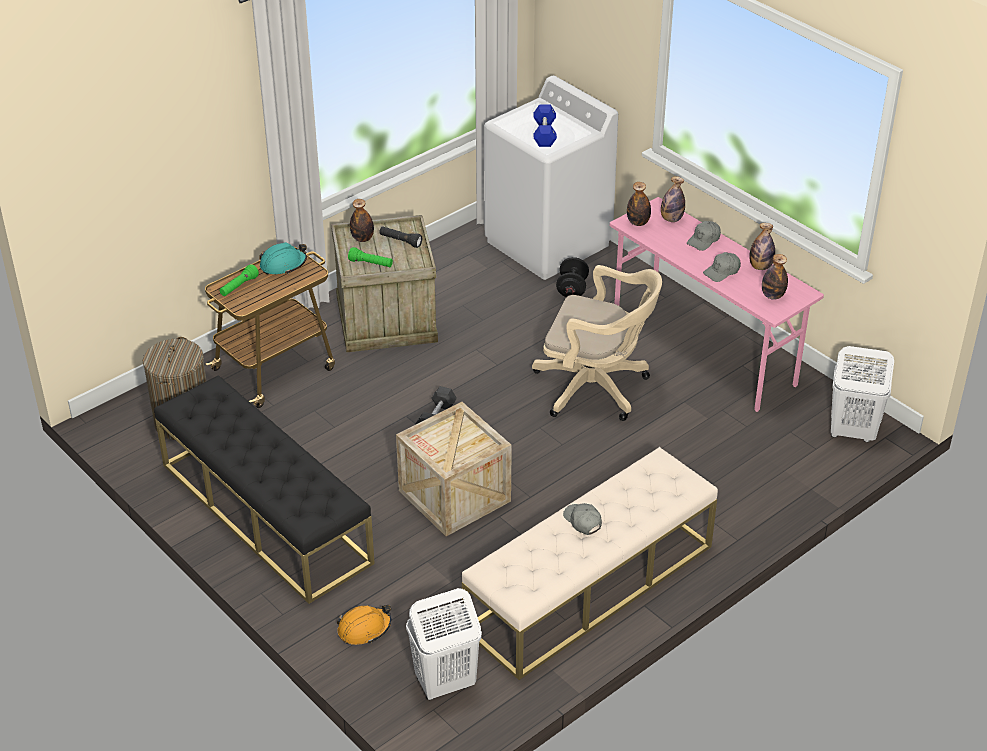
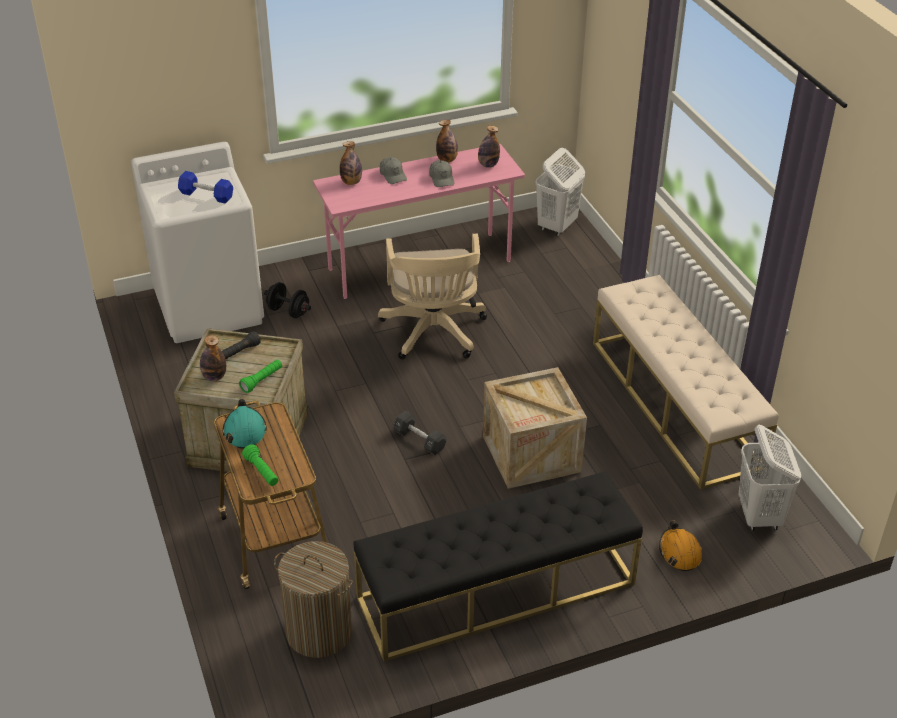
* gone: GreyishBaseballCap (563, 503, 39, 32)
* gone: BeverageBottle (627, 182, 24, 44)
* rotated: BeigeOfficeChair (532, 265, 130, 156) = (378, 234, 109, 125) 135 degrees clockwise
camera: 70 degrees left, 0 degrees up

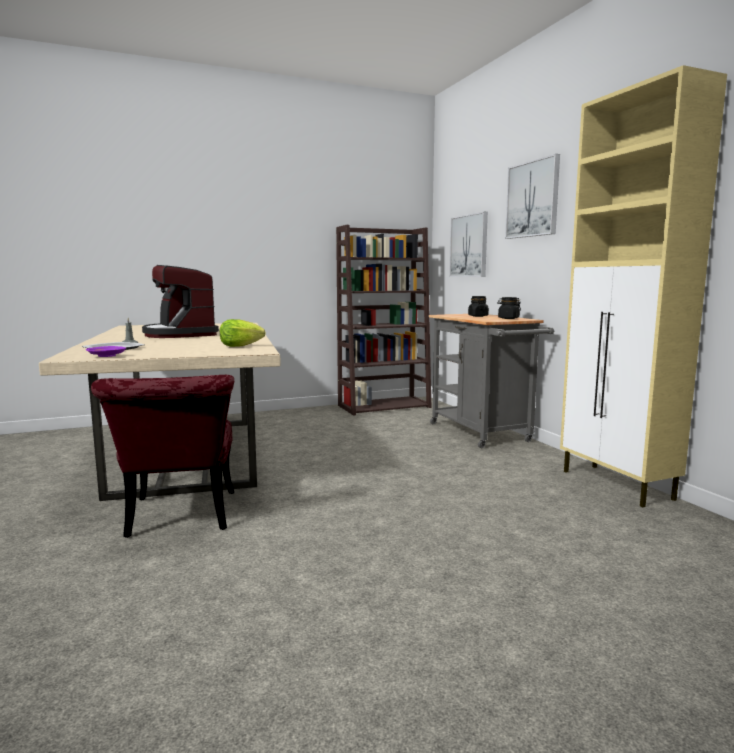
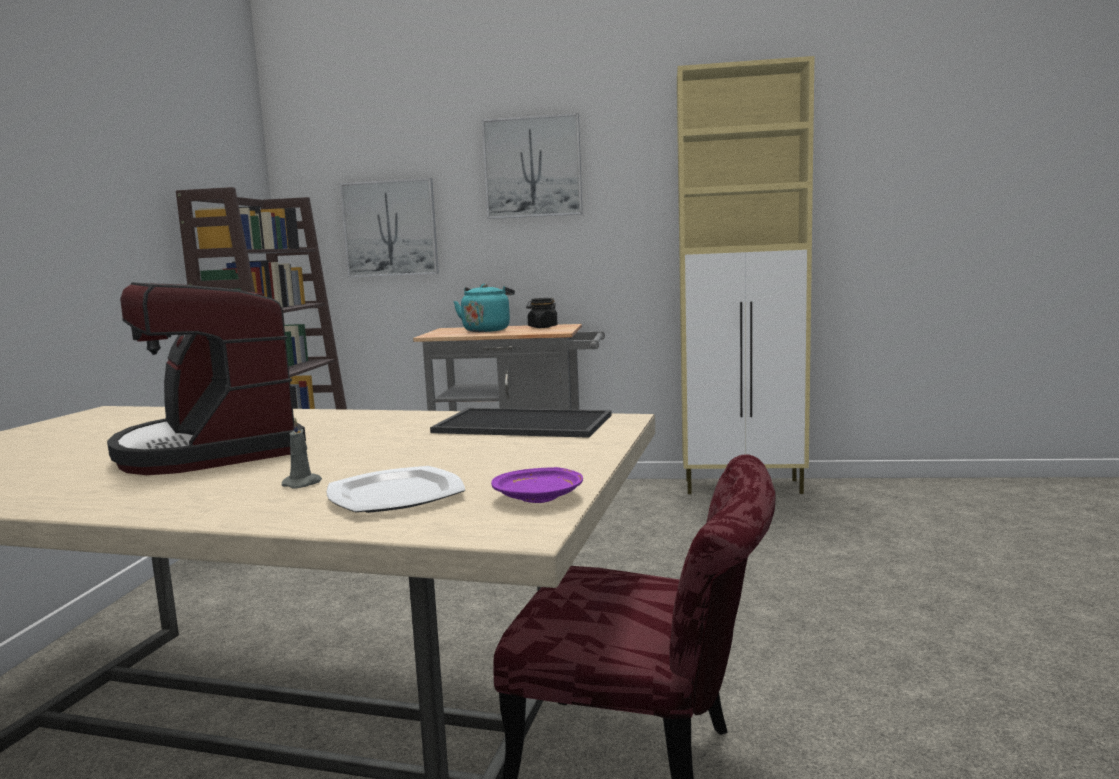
* swapped: LettuceHead (220, 319, 46, 28) to CarryingTray (430, 408, 182, 30)
* swapped: BlackStorageJar (468, 296, 21, 21) to BlueGreenWaterKettle (453, 284, 62, 48)
* rotated: CoffeeBrewer (142, 265, 77, 73) = (107, 282, 199, 193) 60 degrees clockwise
camera: 60 degrees left, 0 degrees up

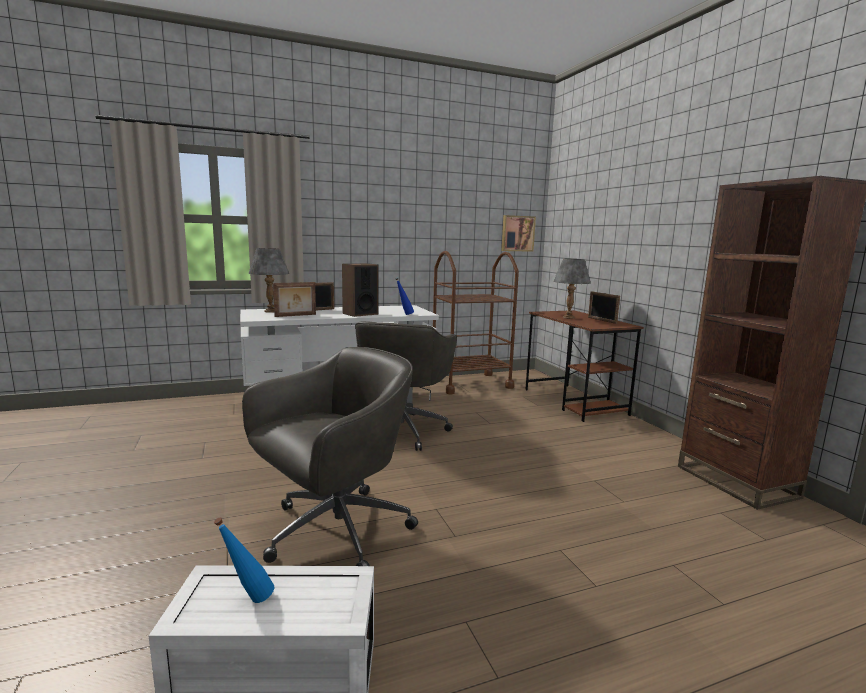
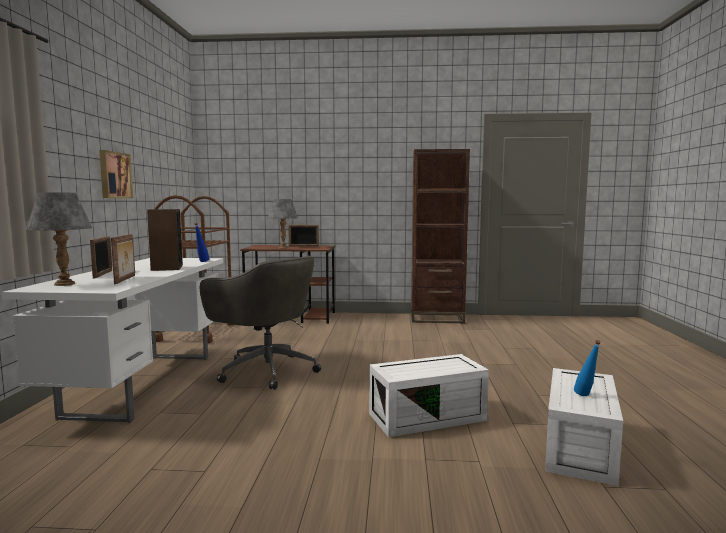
* shifted: Picture (501, 215, 35, 37) to (99, 150, 34, 48)
* swapped: GreyishOfficeChair (242, 347, 176, 219) to WhiteColouredStorageBox (369, 354, 120, 83)
camera: 65 degrees left, 5 degrees down

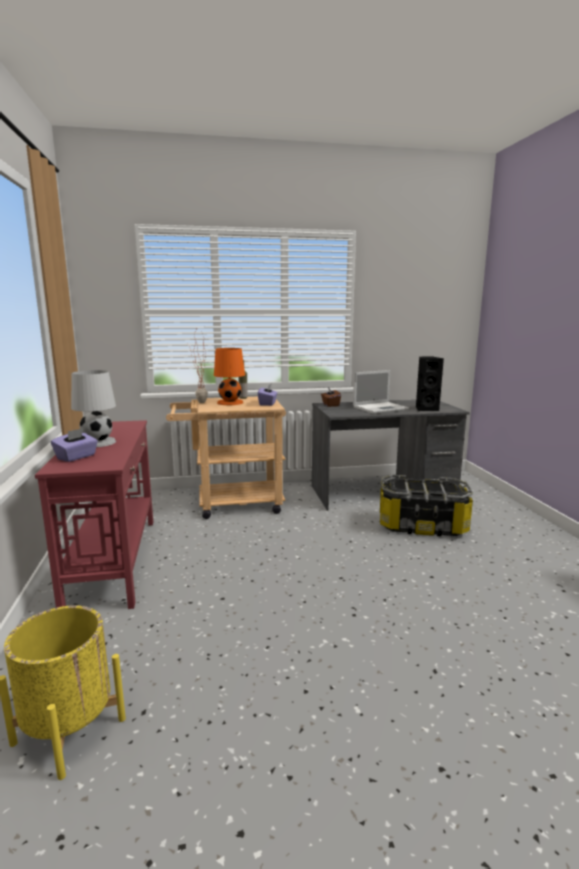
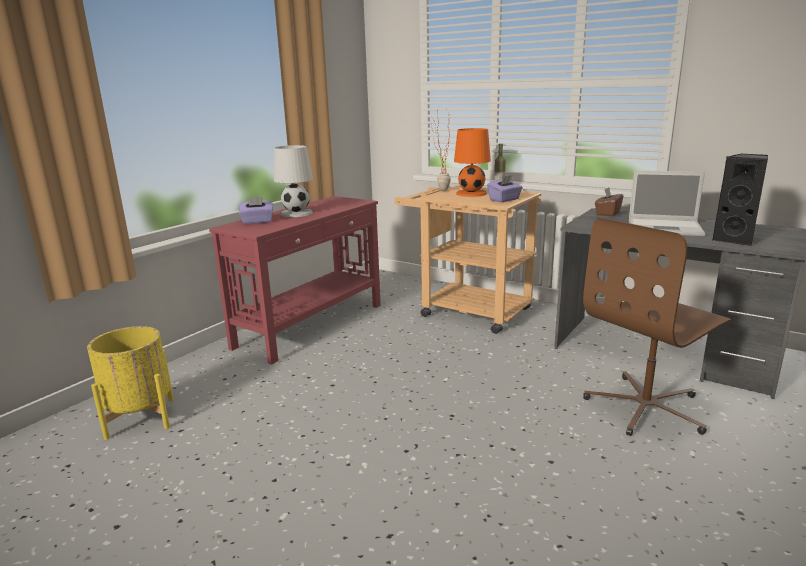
* swapped: StorageBox (380, 475, 93, 61) to BrownOfficeChair (583, 218, 148, 218)
camera: 45 degrees right, 5 degrees up

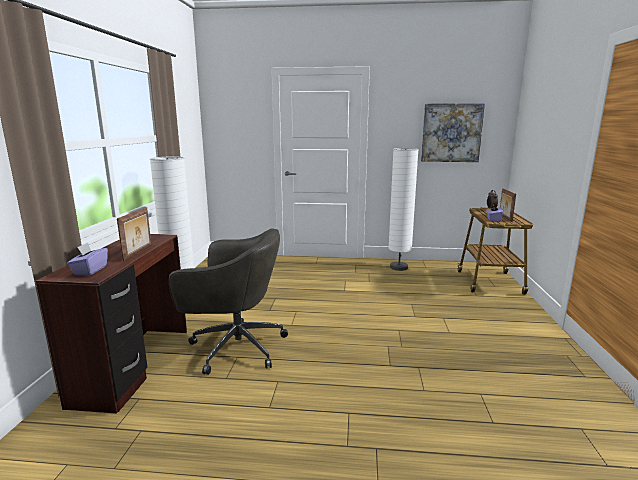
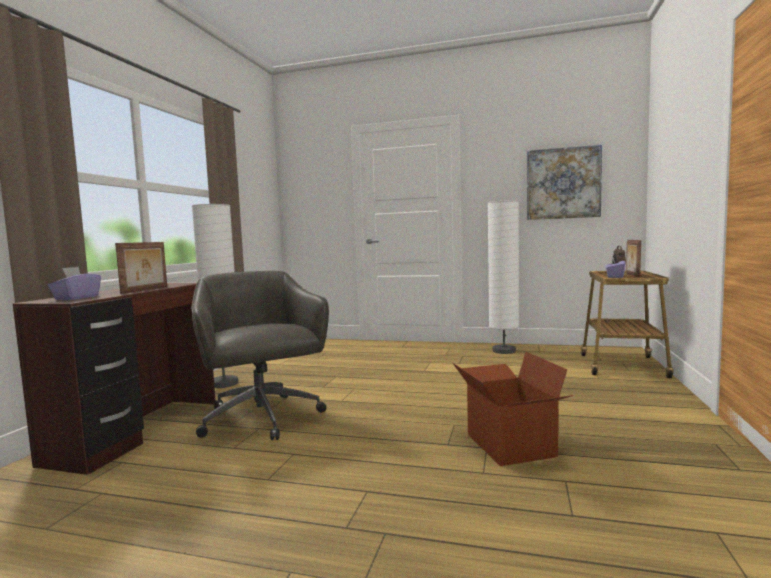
* new: PackingBox (452, 352, 122, 114)
* rotated: GreyishOfficeChair (169, 228, 119, 147) = (191, 271, 138, 169) 135 degrees counterclockwise
camera: 10 degrees right, 10 degrees down

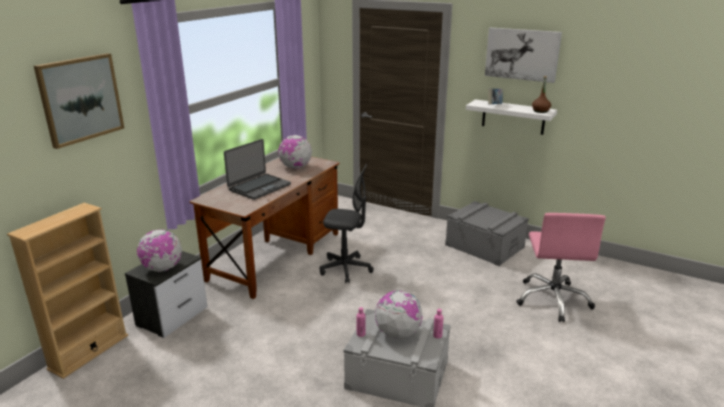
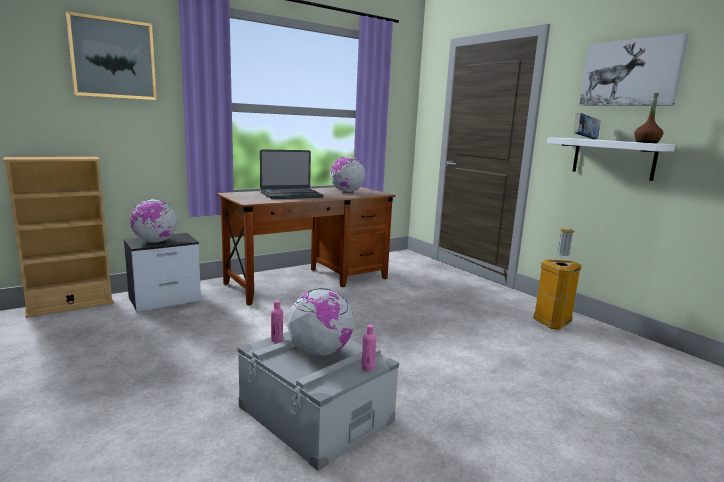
* gone: GreyishOfficeChair (320, 164, 54, 119)
* gone: PinkishOfficeChair (516, 213, 90, 109)
* swapped: GreyishStorageBox (445, 201, 84, 65) to WasteBin (533, 228, 49, 102)
camera: 25 degrees right, 10 degrees down

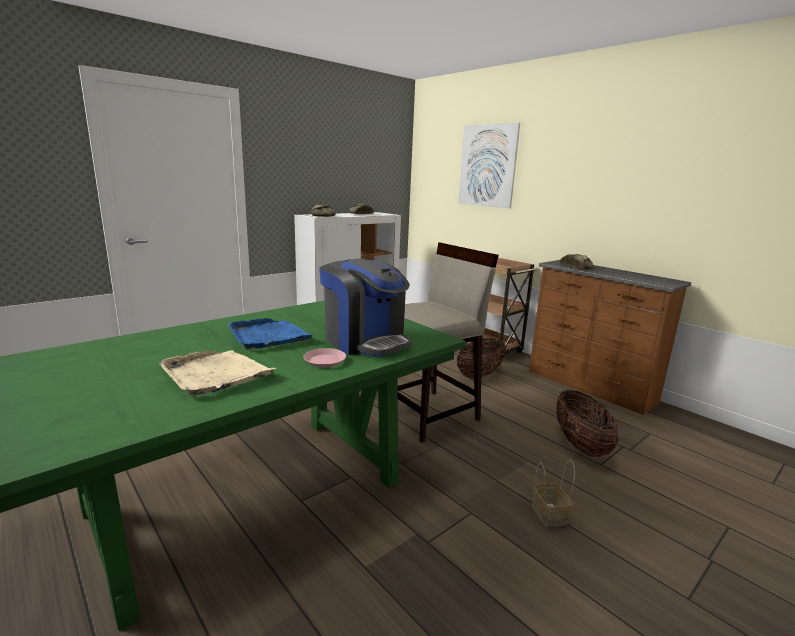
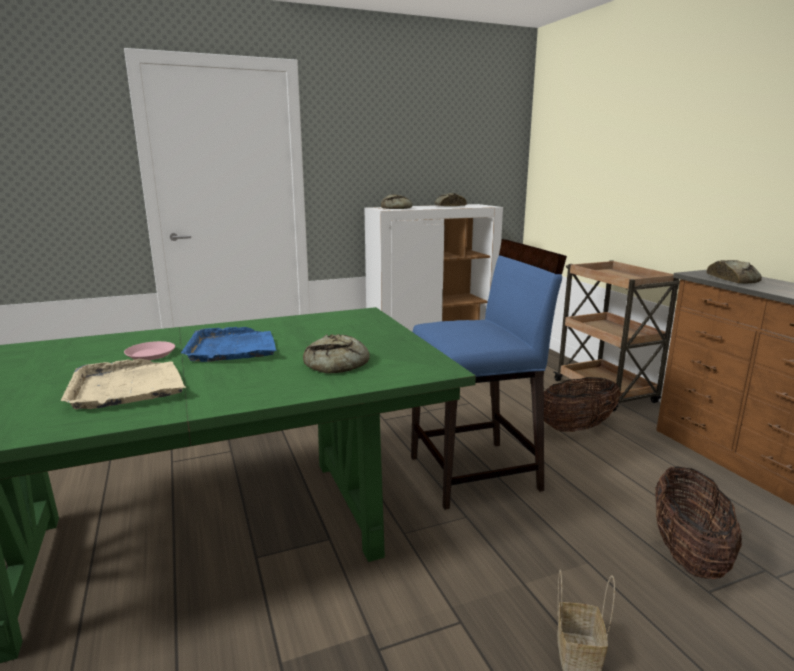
* gone: Picture (458, 122, 62, 86)
* shifted: PinkishFlatDish (304, 348, 42, 19) to (124, 341, 51, 19)
* swapped: CoffeeBrewer (319, 258, 93, 99) to BakeryBread (303, 334, 67, 39)
* repainted: BeigeStoolSeat (378, 242, 121, 201) to BluishStoolSeat (411, 239, 156, 271)
camera: 20 degrees right, 0 degrees up

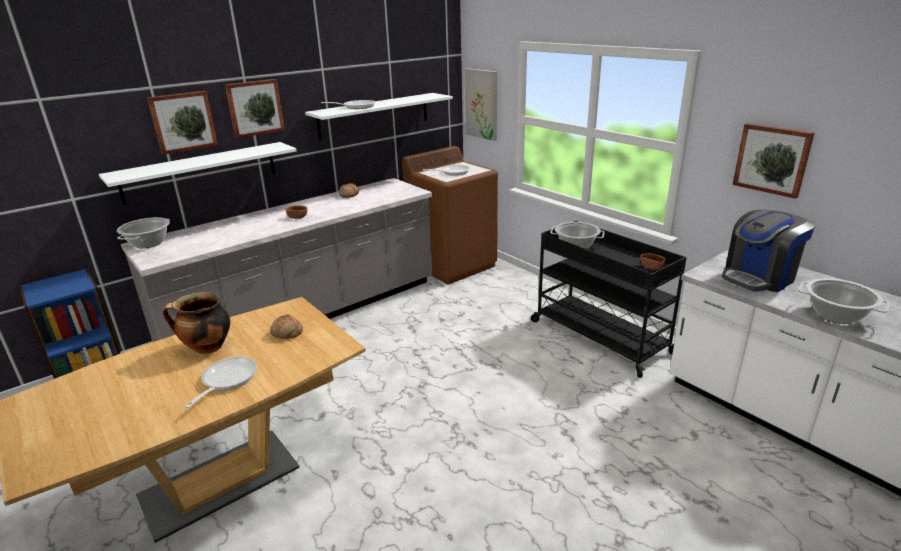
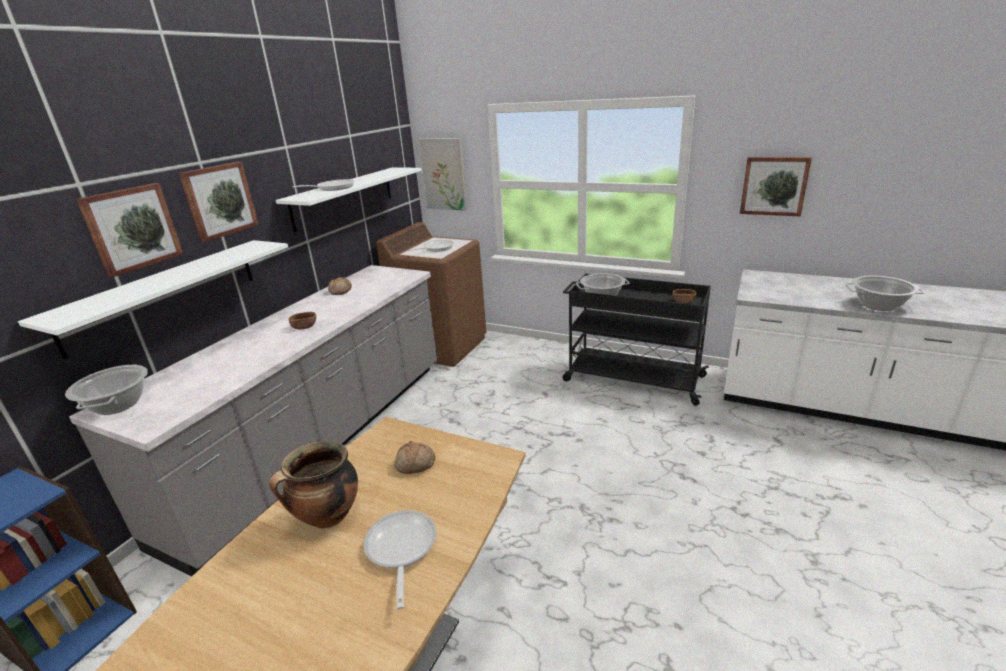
* gone: CoffeeBrewer (722, 210, 93, 82)
camera: 25 degrees left, 0 degrees up

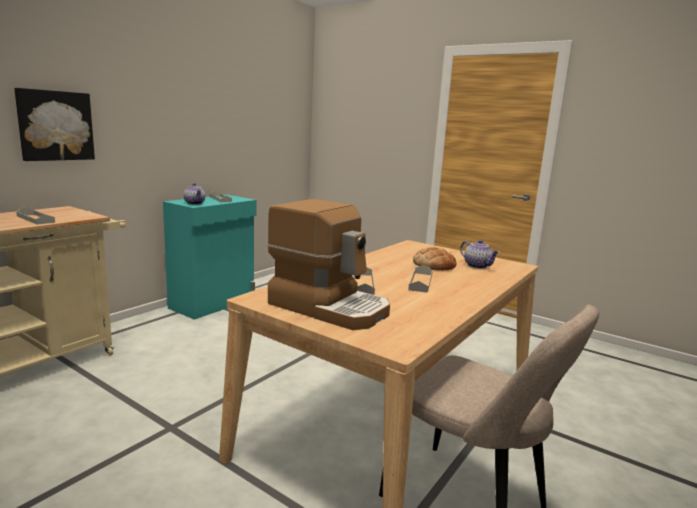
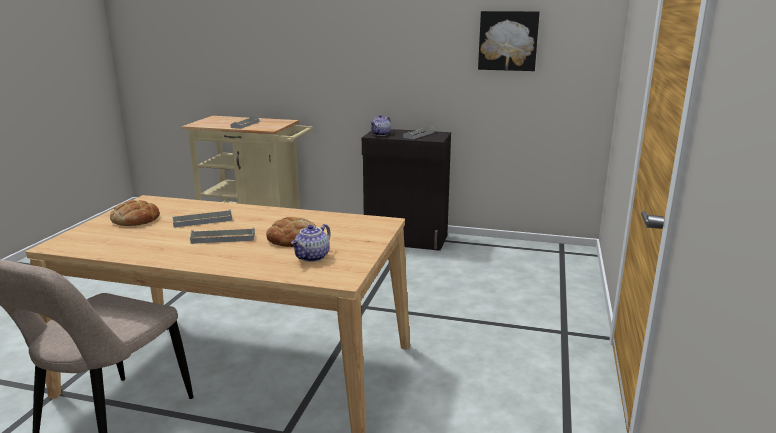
* shifted: Picture (14, 88, 81, 73) to (478, 11, 62, 60)
* swapped: CoffeeBrewer (267, 199, 123, 131) to BakeryBread (110, 200, 50, 26)
* repainted: BlueGreenCupboard (163, 195, 93, 125) to BlackCupboard (362, 129, 89, 122)
camera: 70 degrees right, 5 degrees up

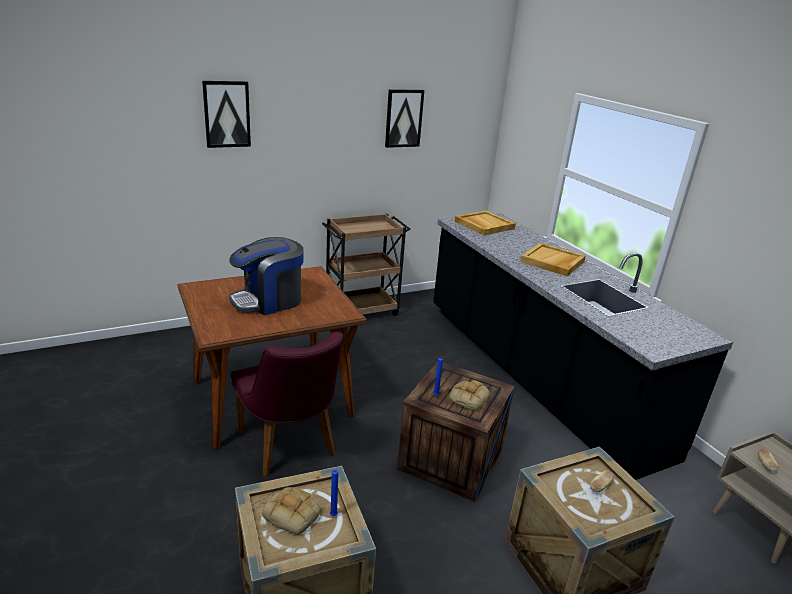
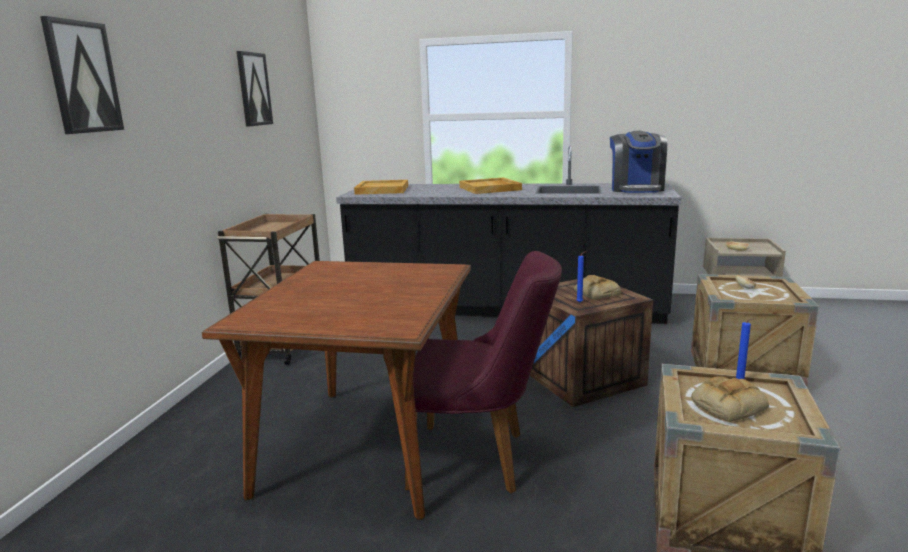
* shifted: CoffeeBrewer (229, 237, 75, 78) to (610, 131, 57, 62)
camera: 50 degrees left, 10 degrees down

